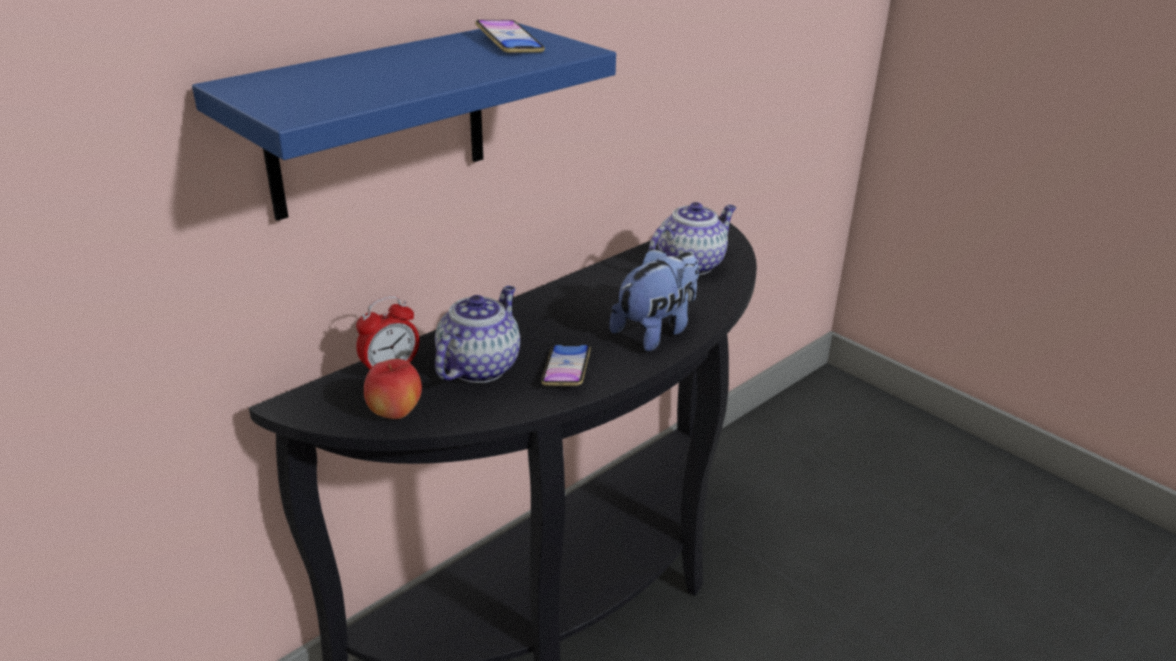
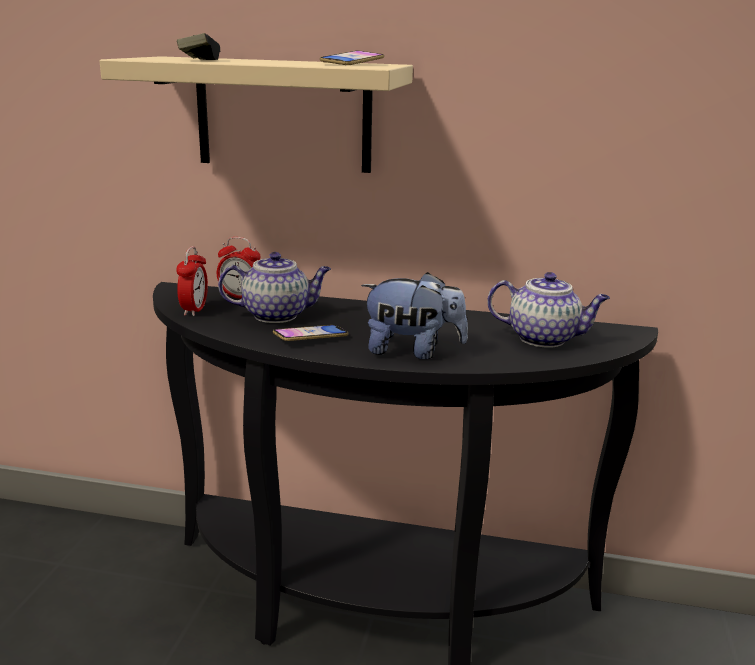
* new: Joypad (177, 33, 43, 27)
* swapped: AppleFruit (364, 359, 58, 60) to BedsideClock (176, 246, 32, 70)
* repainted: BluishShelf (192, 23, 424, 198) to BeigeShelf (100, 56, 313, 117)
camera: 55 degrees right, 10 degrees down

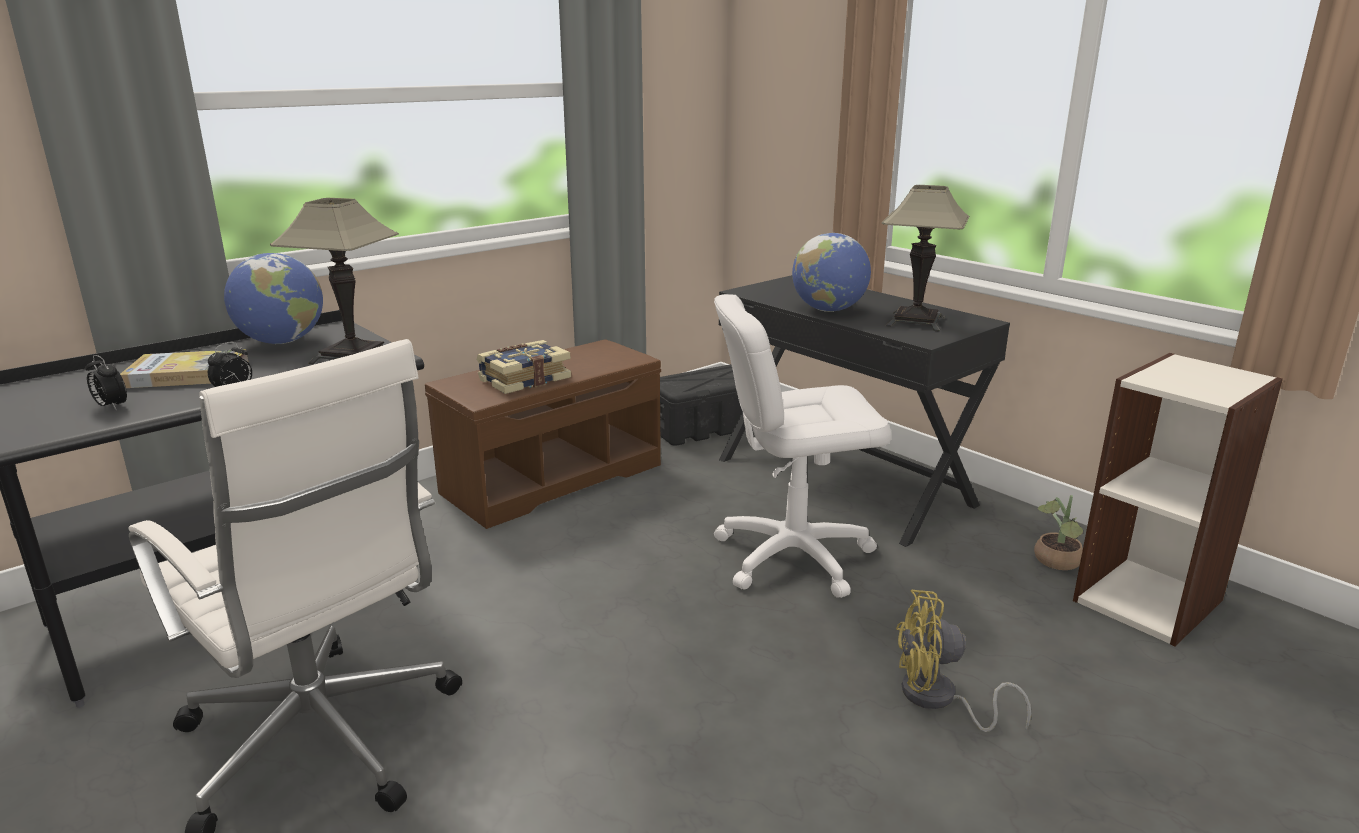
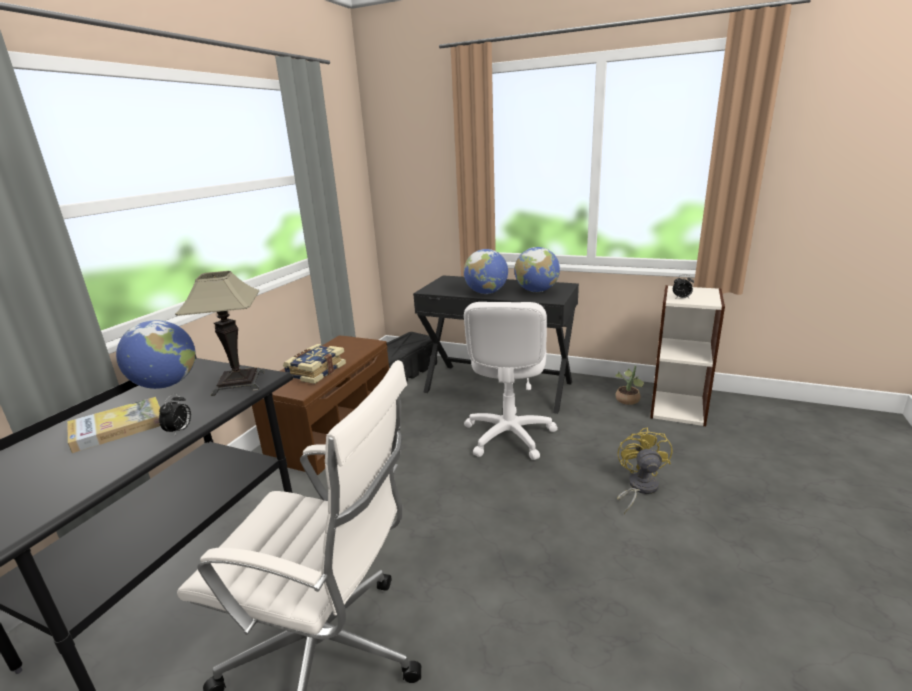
* shifted: BedsideClock (85, 355, 42, 55) to (673, 275, 21, 23)
* swapped: LampForATable (882, 185, 87, 147) to Globe (514, 247, 46, 45)
* rotated: WhiteColouredOfficeChair (714, 294, 177, 304) = (464, 302, 94, 158) 45 degrees counterclockwise
* rotated: YellowishCoolingFan (896, 590, 136, 142) = (617, 427, 55, 87) 120 degrees clockwise
camera: 25 degrees left, 0 degrees up

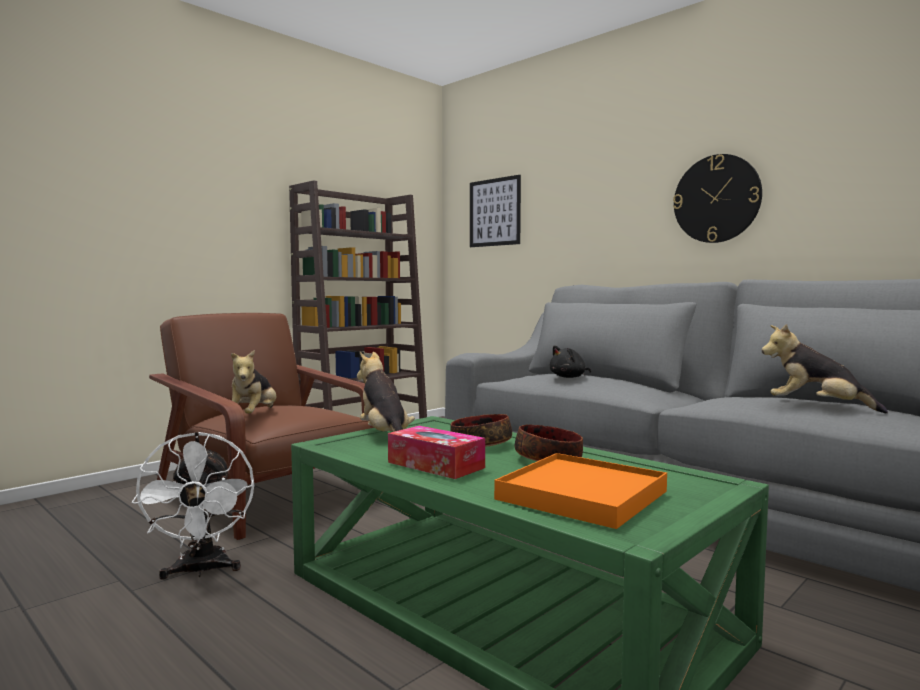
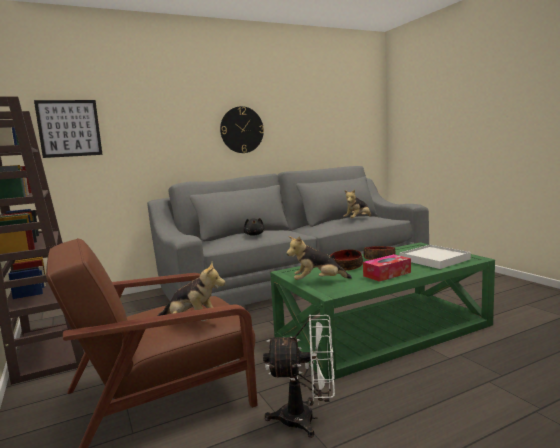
* repainted: OrangeCarryingTray (494, 453, 173, 76) to WhiteColouredCarryingTray (400, 245, 71, 24)
camera: 70 degrees left, 5 degrees up

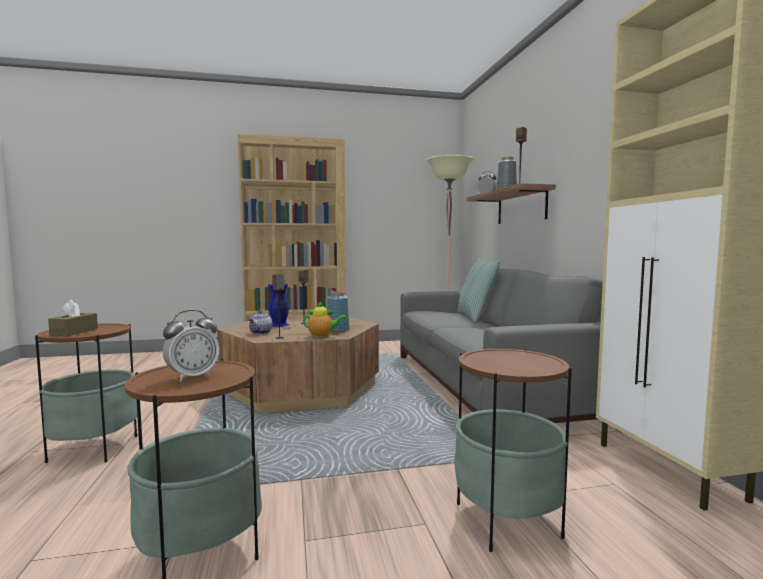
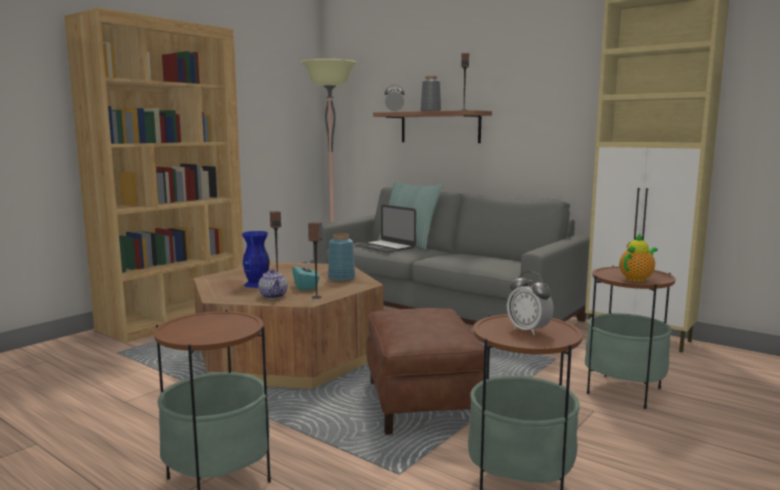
* gone: BrownBoxOfTissues (48, 300, 50, 36)
* new: BlueGreenBoxOfTissues (292, 261, 28, 29)
* new: NotebookComputer (355, 204, 61, 49)
* new: BrownFootrest (366, 308, 121, 127)
* shifted: Teapot (303, 302, 43, 36) to (619, 233, 39, 49)
* rotated: BedsideClock (163, 310, 56, 72) = (507, 271, 47, 64) 135 degrees clockwise
camera: 40 degrees left, 5 degrees up

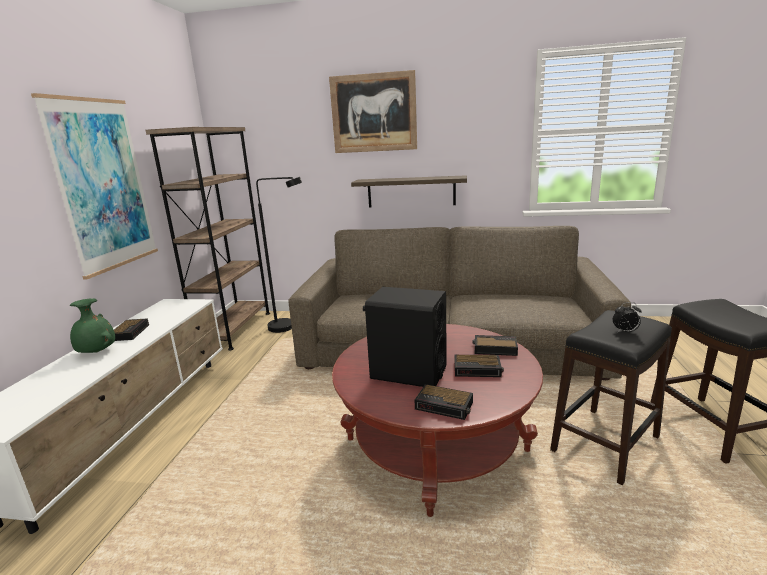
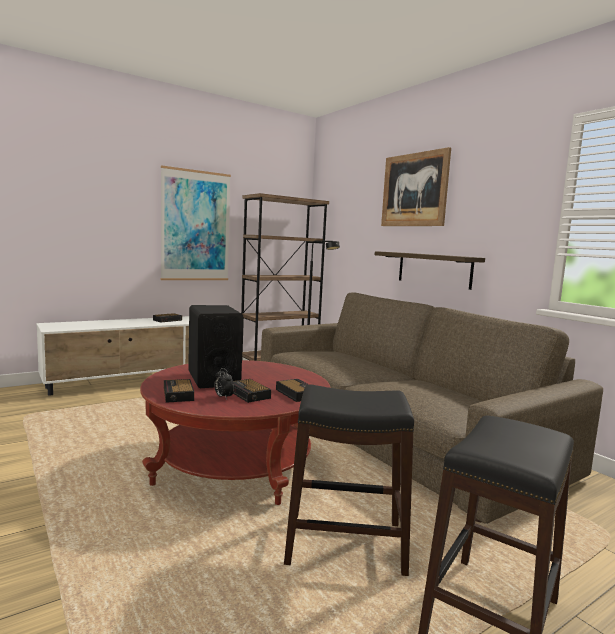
* gone: GreenFlowerVase (70, 298, 45, 55)
* shifted: BedsideClock (613, 302, 29, 31) to (214, 368, 20, 32)
camera: 45 degrees right, 10 degrees down

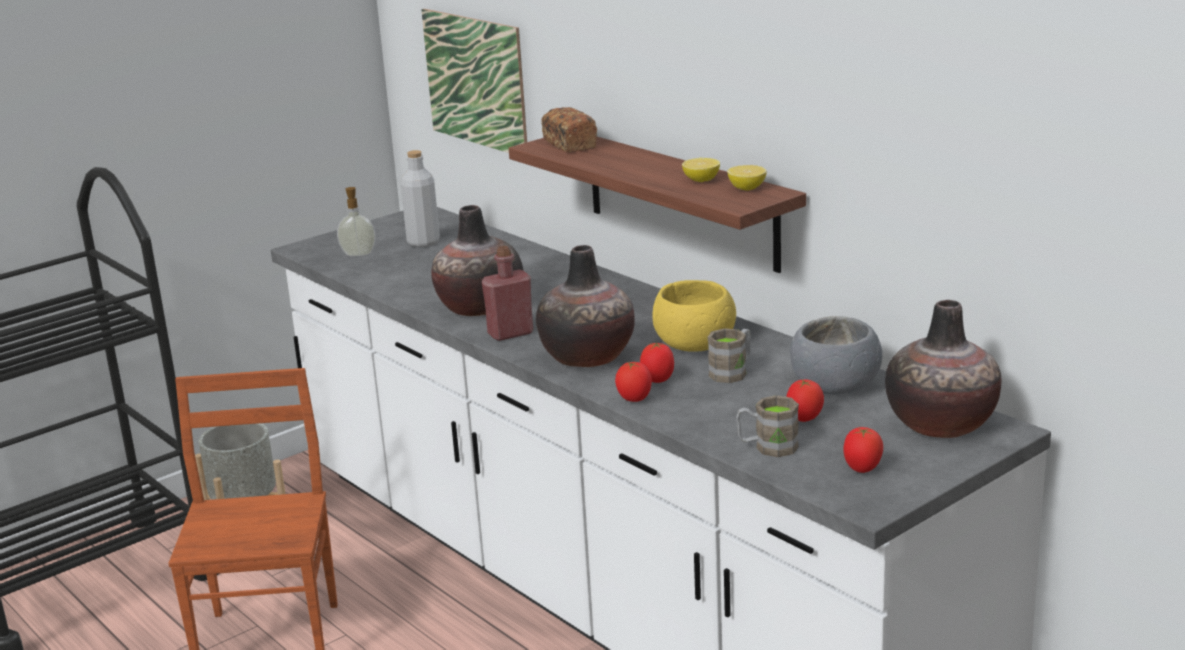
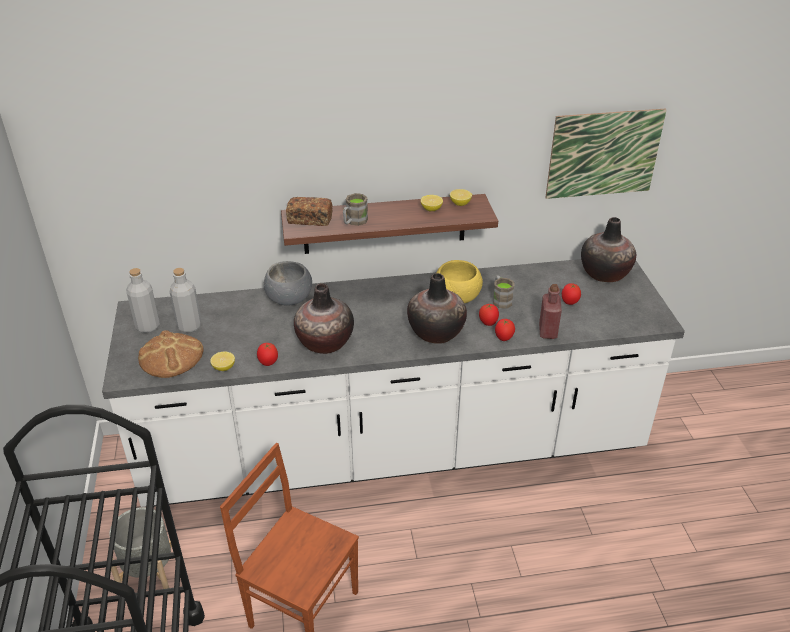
* new: GreyishBeverageBottle (127, 268, 33, 65)
* new: CitrusFruit (210, 352, 25, 19)
* shifted: Picture (421, 9, 106, 144) to (545, 108, 122, 91)
* shifted: RedColouredBeverageBottle (482, 246, 51, 95) to (539, 284, 23, 55)
* shifted: BrownTeaMug (736, 395, 63, 62) to (343, 193, 25, 33)
* shifted: GreyishBowl (790, 316, 92, 79) to (264, 261, 48, 45)
* shifted: WholeTomato (843, 427, 40, 46) to (257, 343, 21, 23)
* swapped: SoapDispenser (337, 187, 39, 69) to BakeryBread (138, 330, 66, 48)
camera: 60 degrees left, 15 degrees up

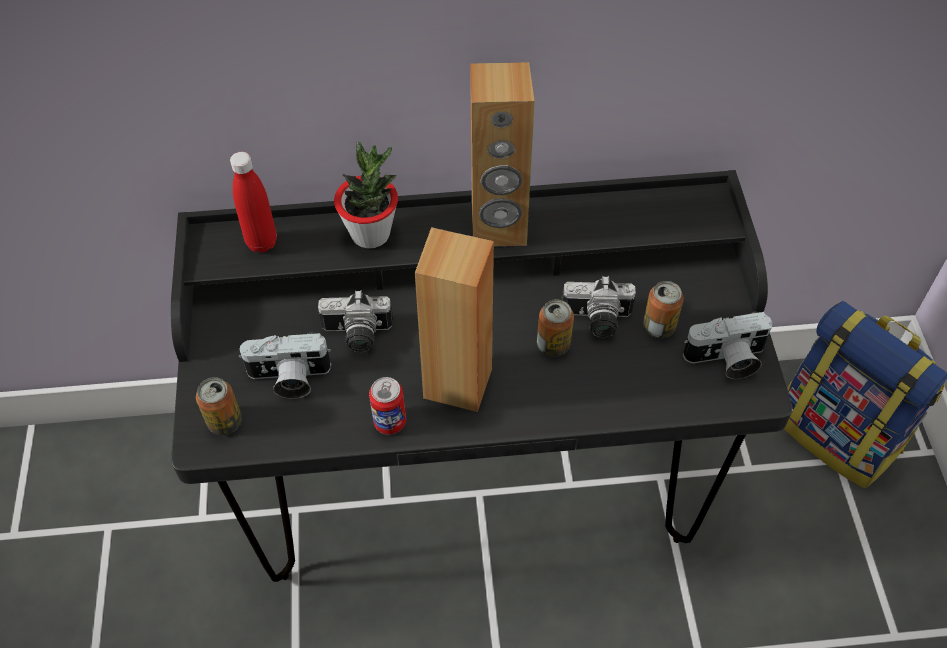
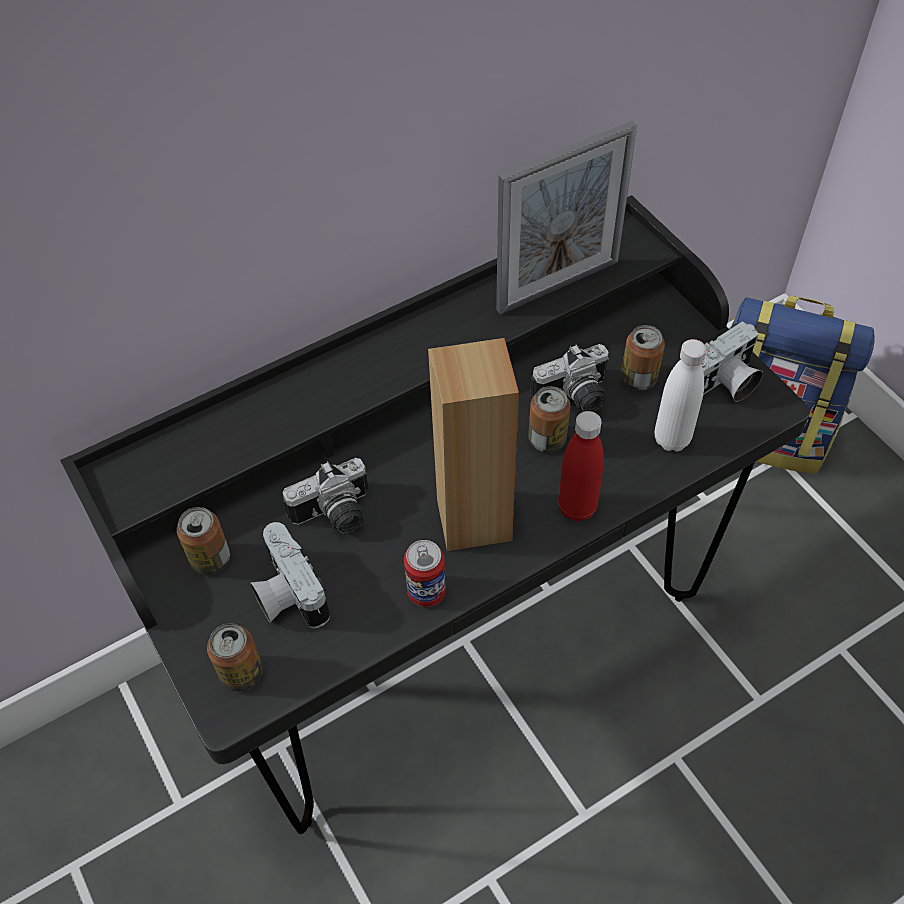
* gone: PottedPlant (334, 142, 64, 106)
* gone: BrownSpeaker (470, 62, 65, 184)
* new: Can (177, 507, 53, 68)
* new: PictureFrame (496, 120, 141, 195)
* new: WhiteColouredBeverageBottle (655, 339, 51, 113)
* shifted: RedColouredBeverageBottle (230, 152, 47, 101) to (558, 411, 46, 111)
* rotated: PhotoCamera (239, 332, 92, 67) = (250, 522, 80, 106) 90 degrees clockwise
camera: 25 degrees left, 0 degrees up

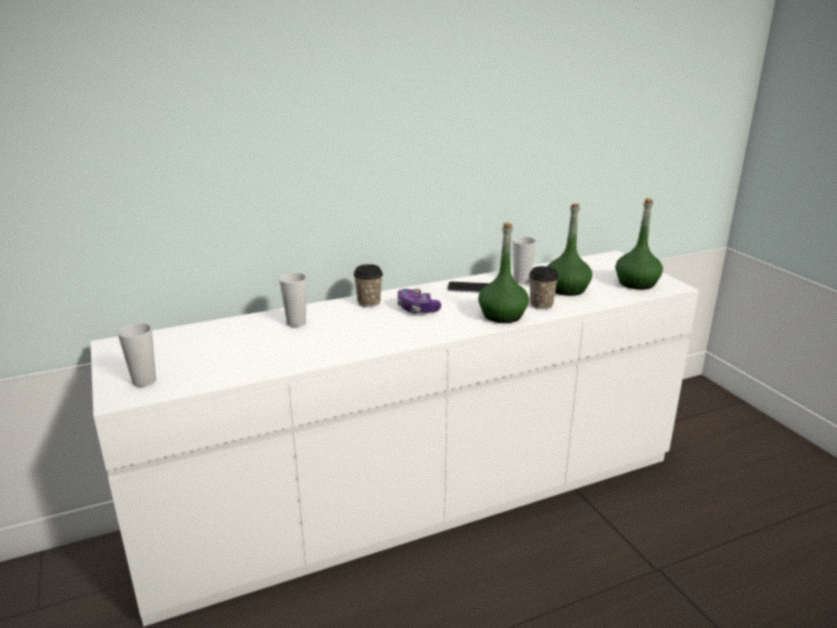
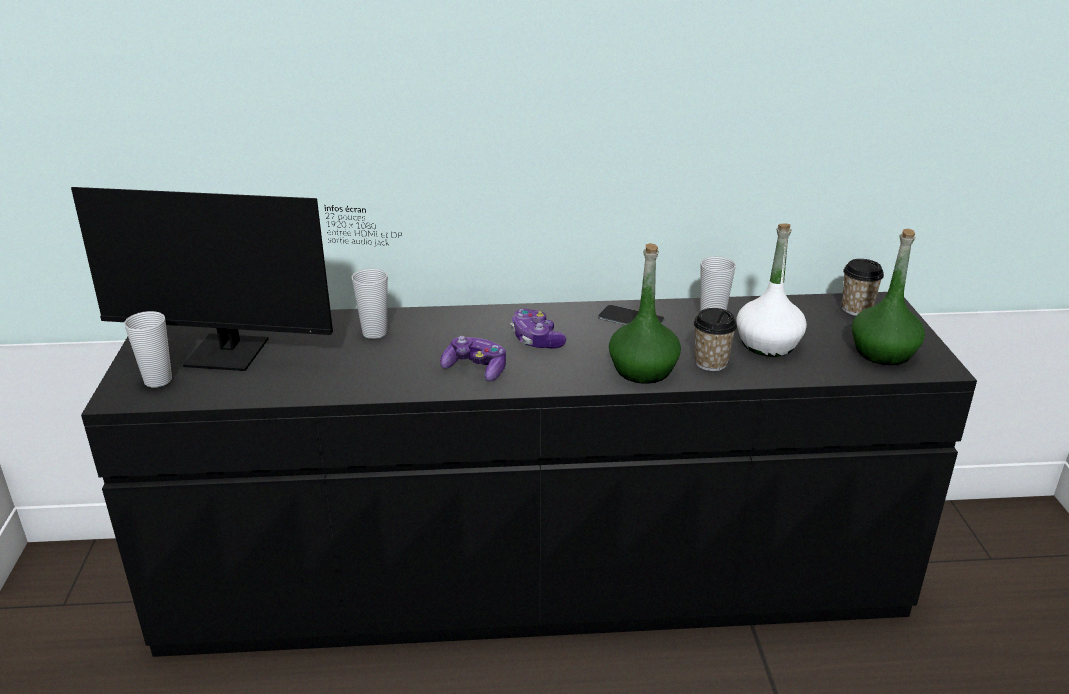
* new: ComputerScreen (71, 187, 331, 184)
* new: Joypad (440, 336, 66, 45)
* shifted: SmallCup (353, 264, 30, 43) to (842, 259, 42, 57)
* repainted: WhiteColouredDrawerChest (90, 251, 609, 376) to BlackDrawerChest (81, 292, 896, 365)
* repainted: GreenBeverageBottle (547, 204, 45, 92) to WhiteColouredBeverageBottle (736, 223, 71, 134)
camera: 20 degrees right, 5 degrees up

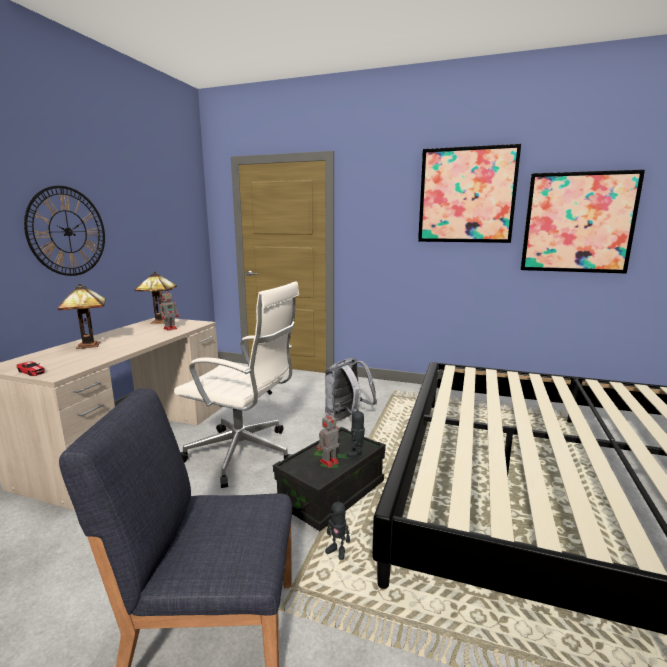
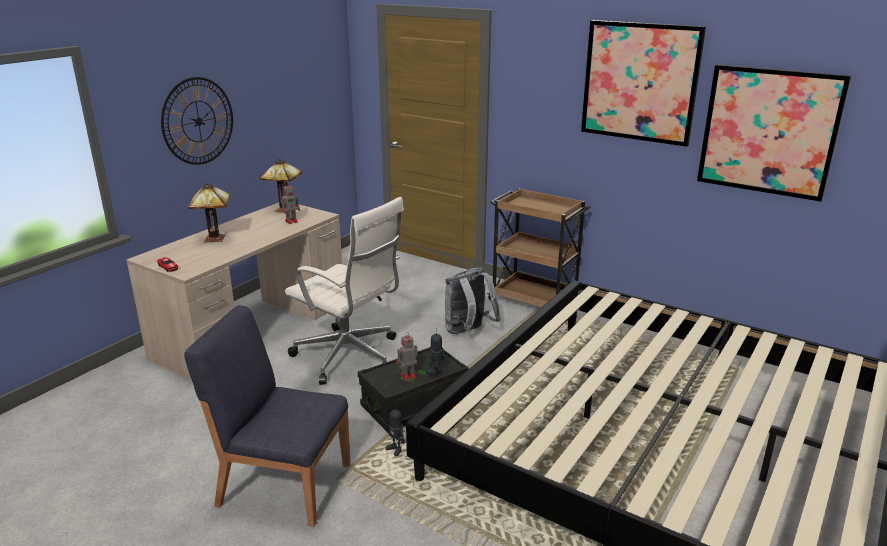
* new: BrownCart (486, 188, 105, 119)
camera: 15 degrees right, 10 degrees up

